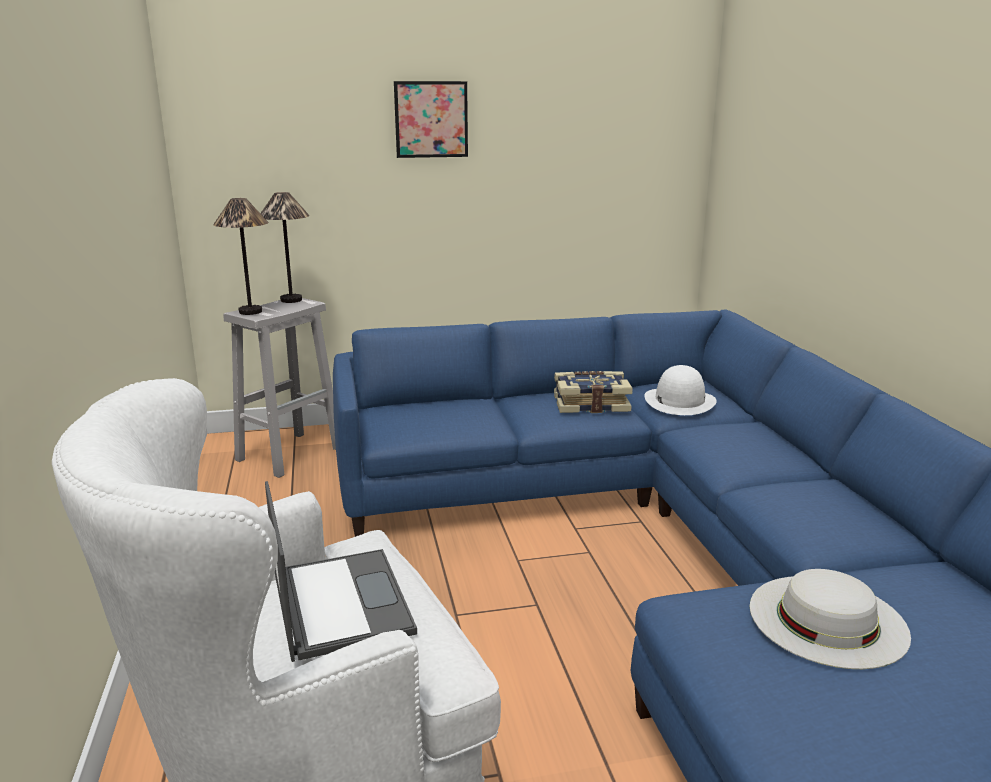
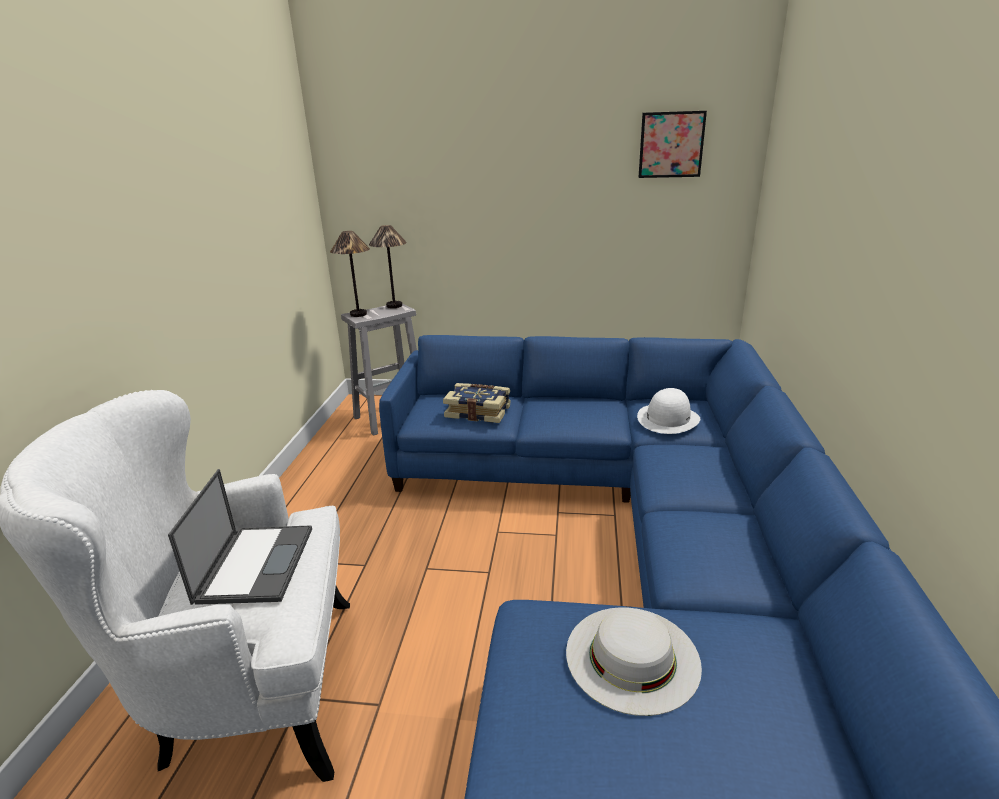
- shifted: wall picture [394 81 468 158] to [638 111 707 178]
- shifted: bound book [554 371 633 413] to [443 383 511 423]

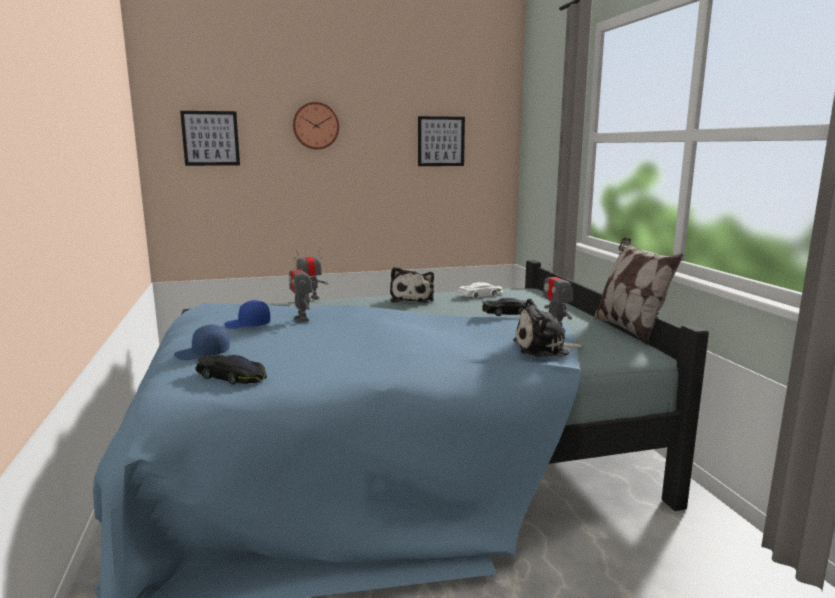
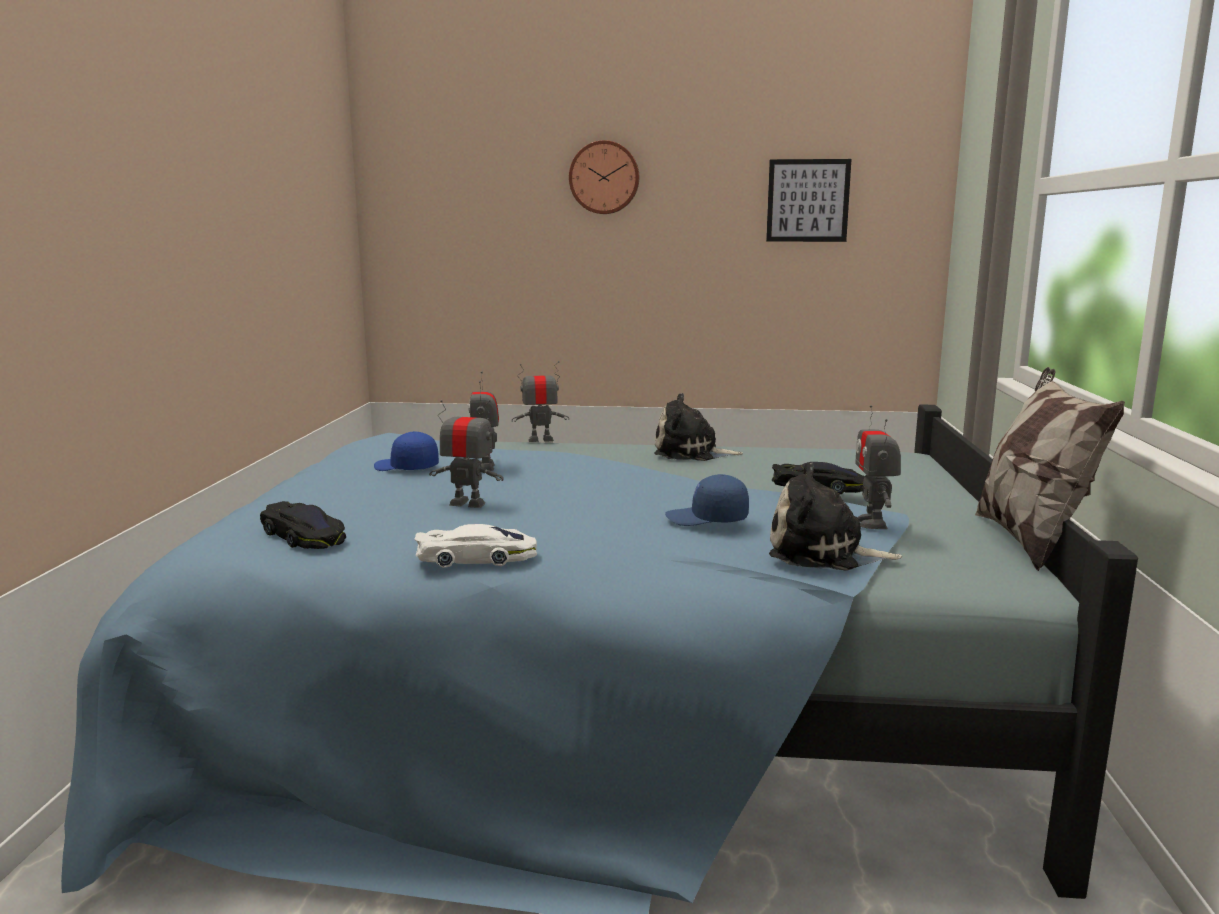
- gone: wall picture [180 111 240 166]
- rotated: cuddly toy [390 267 434 303] = [654 393 743 461] 75 degrees clockwise
- shifted: whitish model car [458 282 503 298] to [415 524 537 568]
- shifted: blue-coloured peaked cap [174 325 230 360] to [665 474 749 526]
- new: toy robot [429 400 504 508]

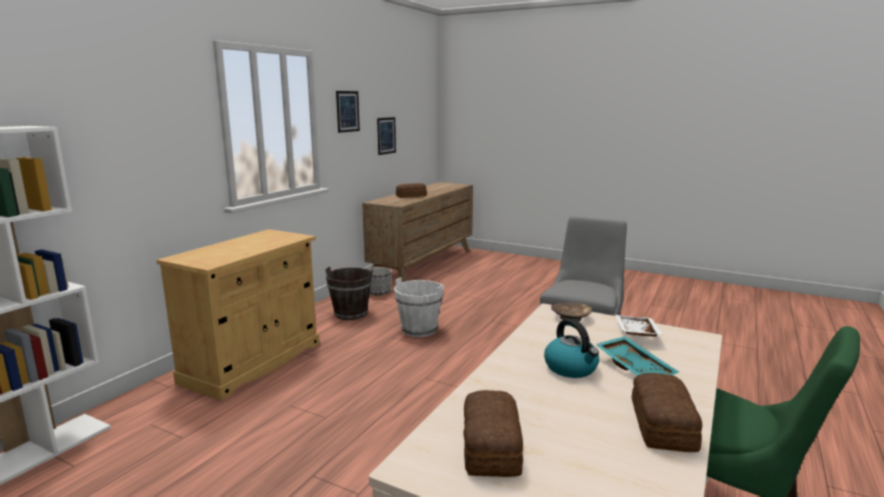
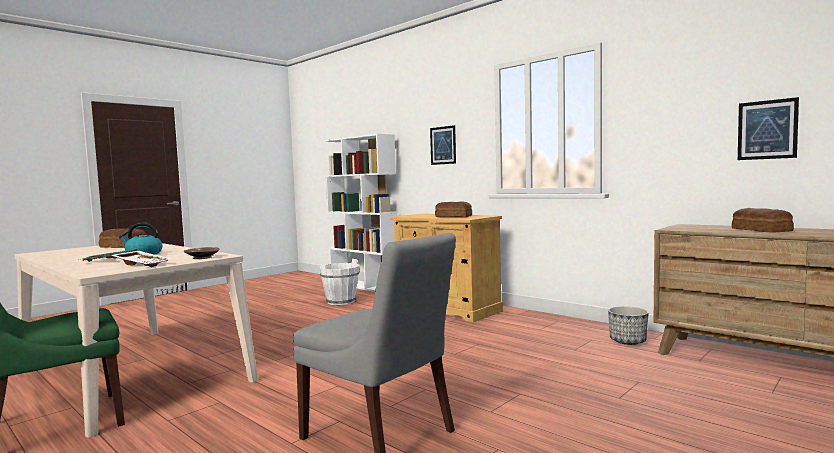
- shifted: wall picture [336 91 360 133] to [430 125 456 165]
- gone: brownish bucket [325 266 373 320]
- shifted: whitish bucket [394 277 444 337] to [319 259 360 305]
- shifted: baked bread [632 373 702 452] to [435 201 472 217]

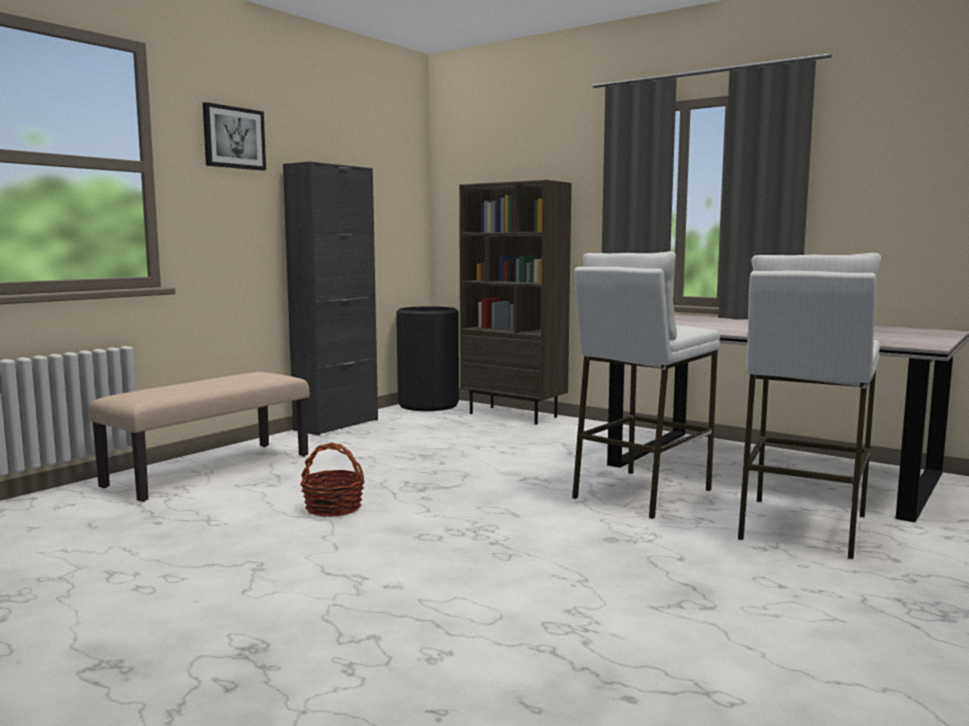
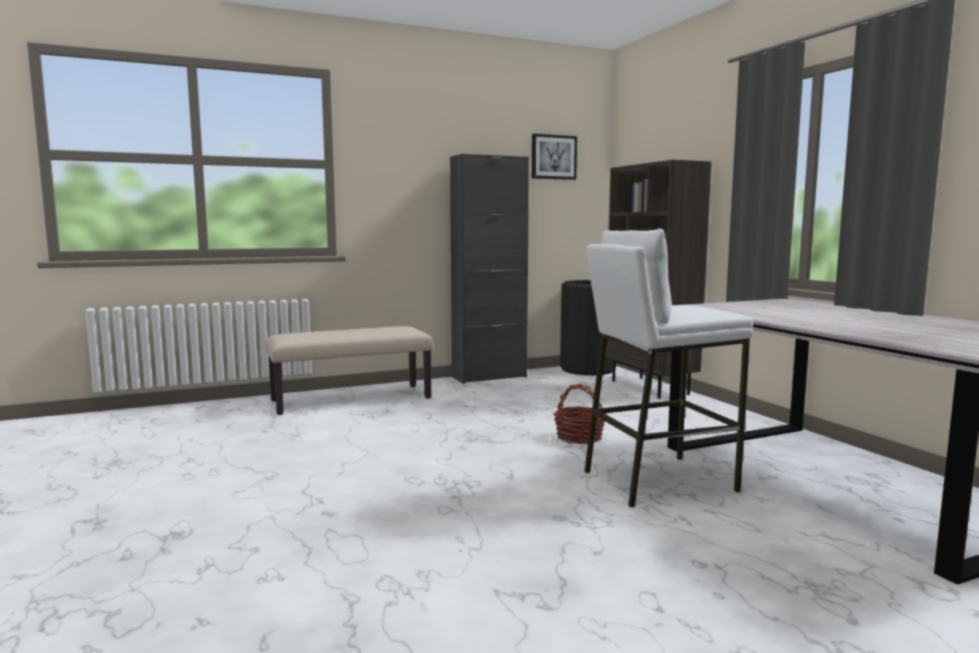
- shifted: wall picture [203 102 266 171] to [532 134 577 180]
- gone: whitish stool [738 253 881 559]
- shifted: storage basket [300 442 365 517] to [554 384 605 444]

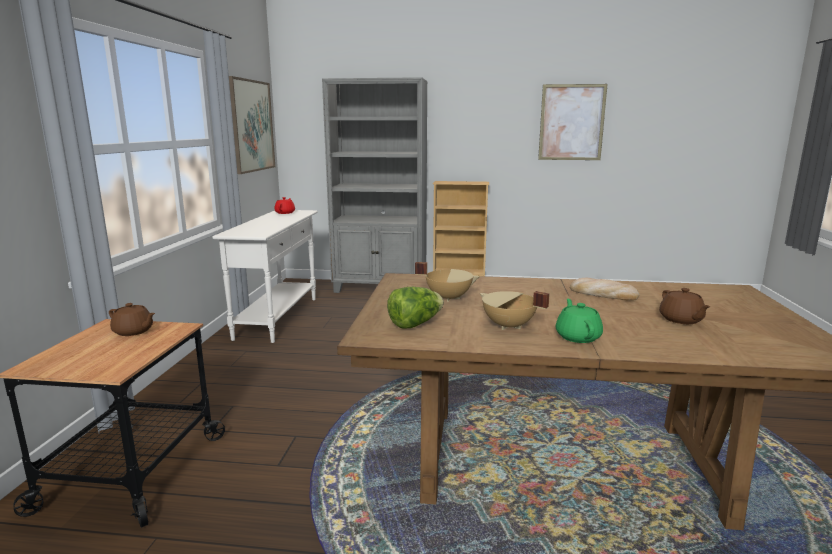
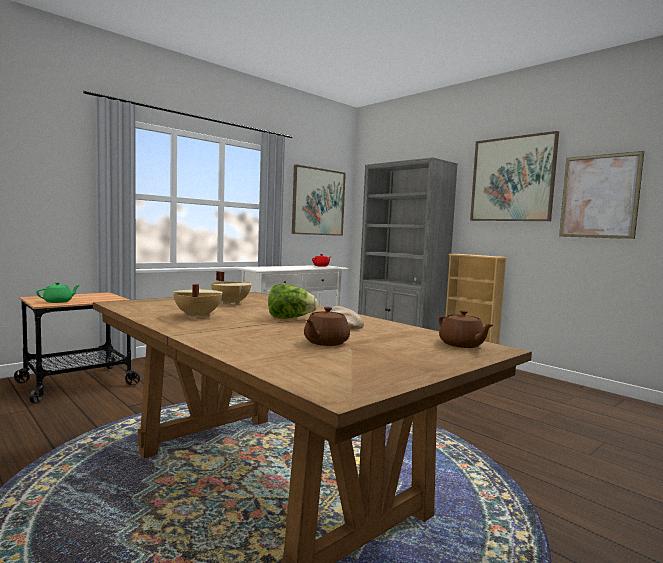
- shifted: lettuce [387 287 444 329] to [268 284 318 319]
- shifted: green teapot [556 299 603 343] to [36 282 80 303]
- shifted: brownish teapot [109 303 155 336] to [439 310 493 348]
- new: wall picture [470 131 559 221]

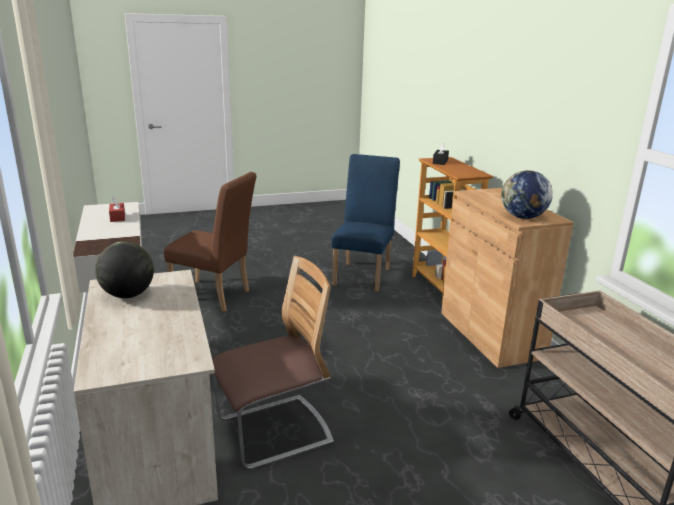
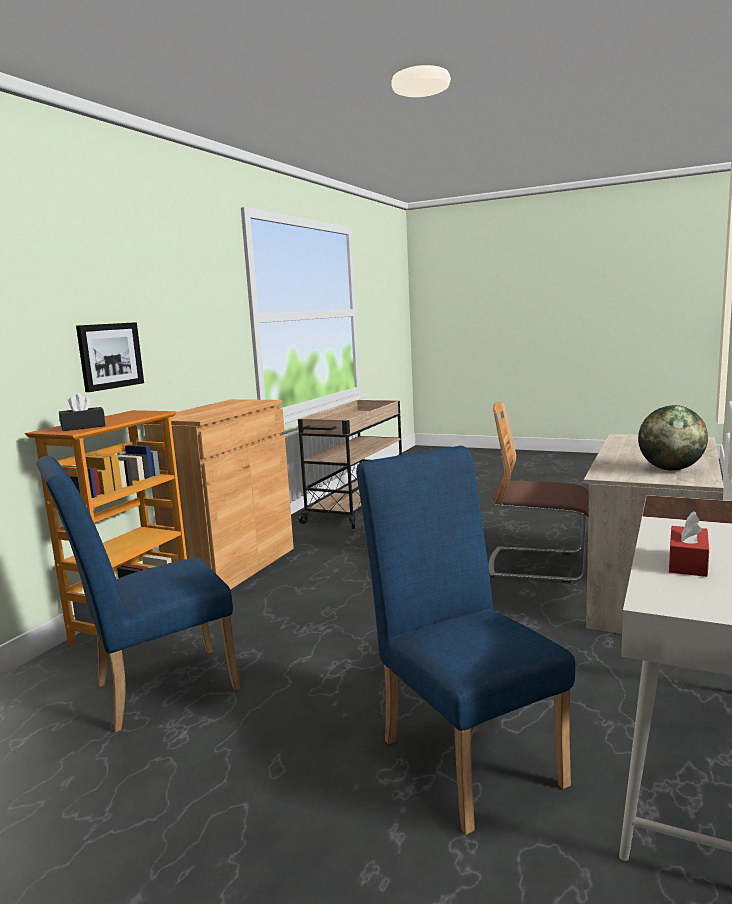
- gone: globe [501 170 553 219]
- repainted: brownish plain chair [164 172 257 312] to blue-coloured plain chair [356 446 575 835]
- new: wall picture [76 322 144 392]

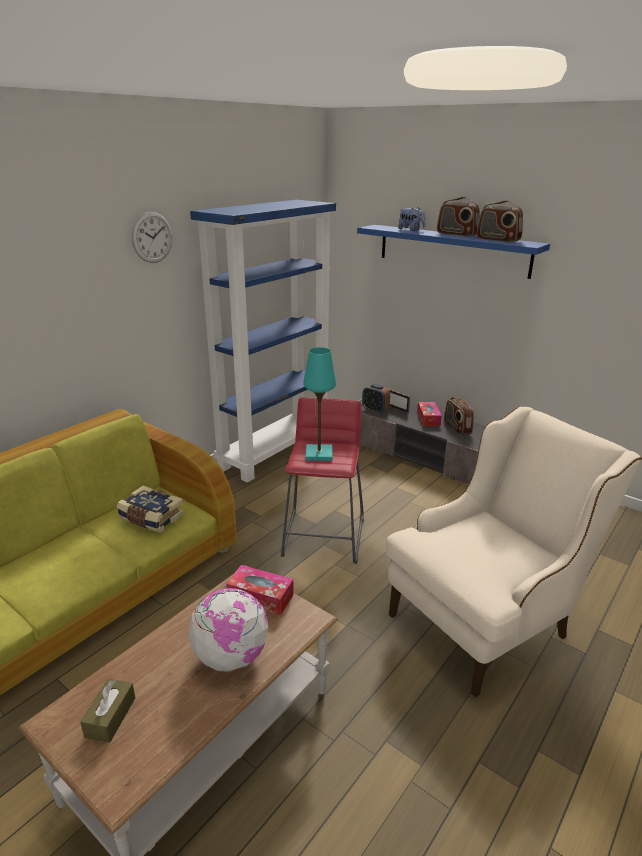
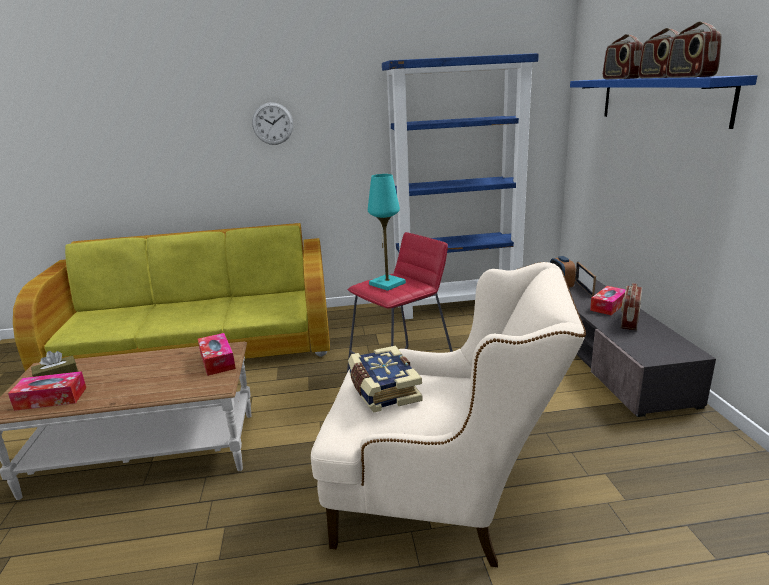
- swapped: cuddly toy [398 207 426 231] to radio set [603 34 643 79]
- shifted: hanging clock [131 212 172 263] to [252 102 293 145]
- shifted: bound book [116 486 185 533] to [348 346 423 412]
- gone: globe [188 588 268 672]
- new: tissue box [8 371 86 411]

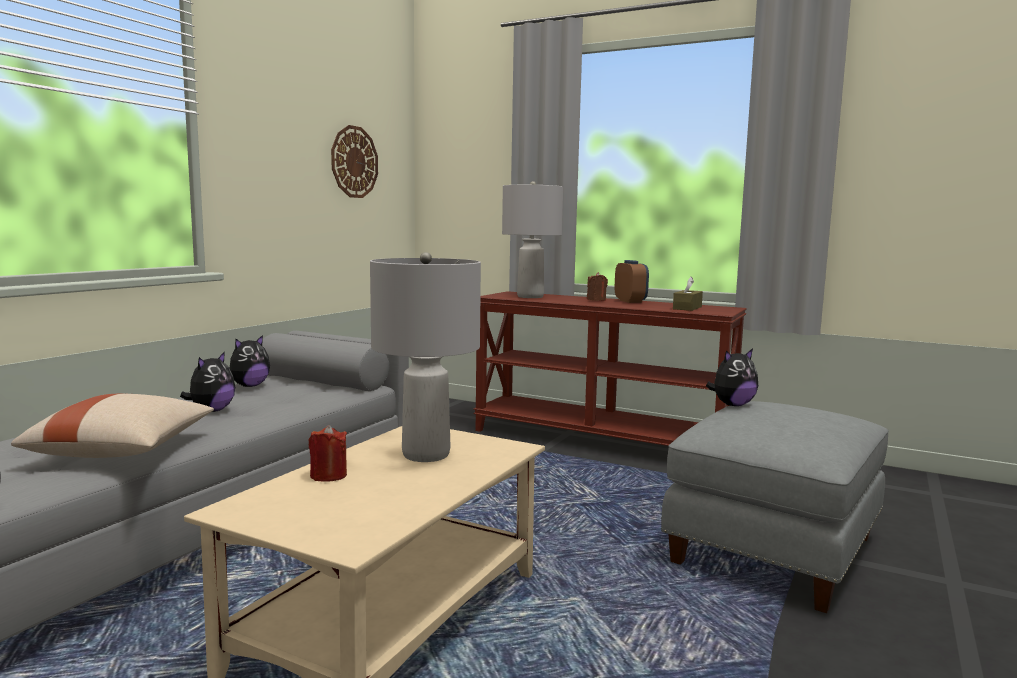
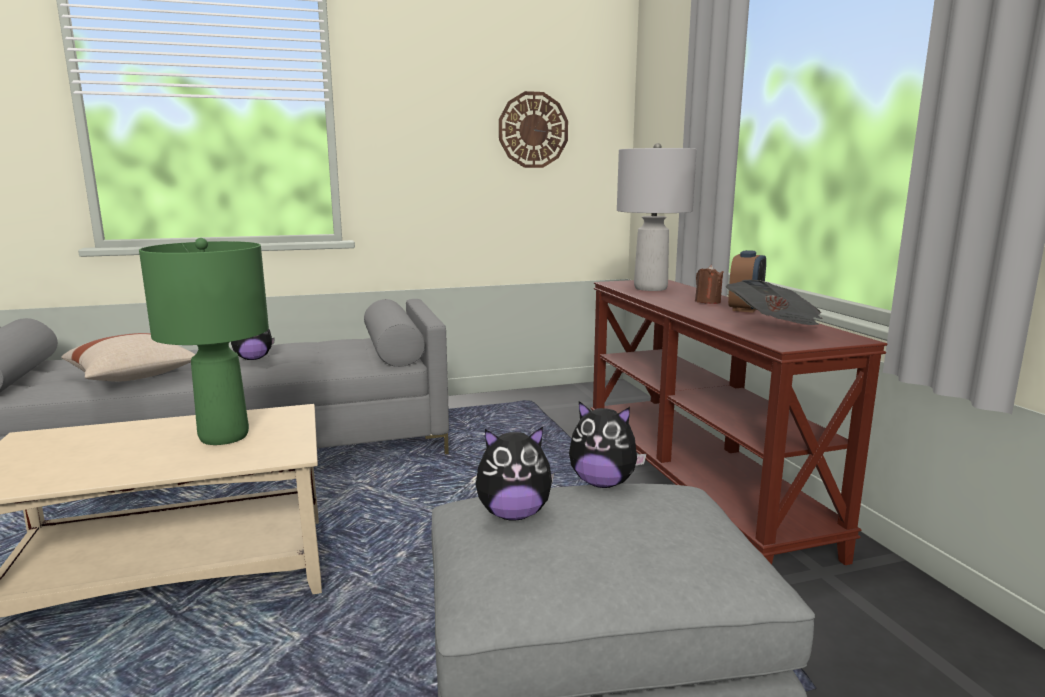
- repainted: gray tabletop lamp [370 252 481 462] to green tabletop lamp [139 238 269 445]
- swapped: brownish tissue box [673 277 703 311] to newspaper [726 280 822 325]
- shifted: cuddly toy [229 335 270 387] to [476 427 554 521]
- gone: red-coloured wax candle [309 425 347 482]

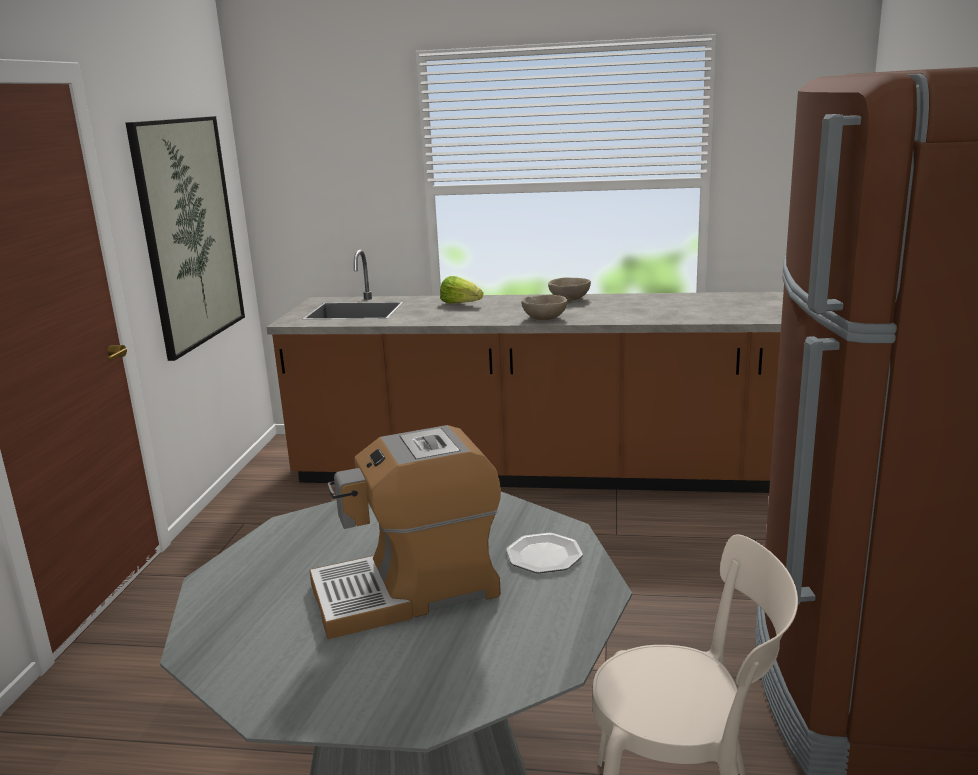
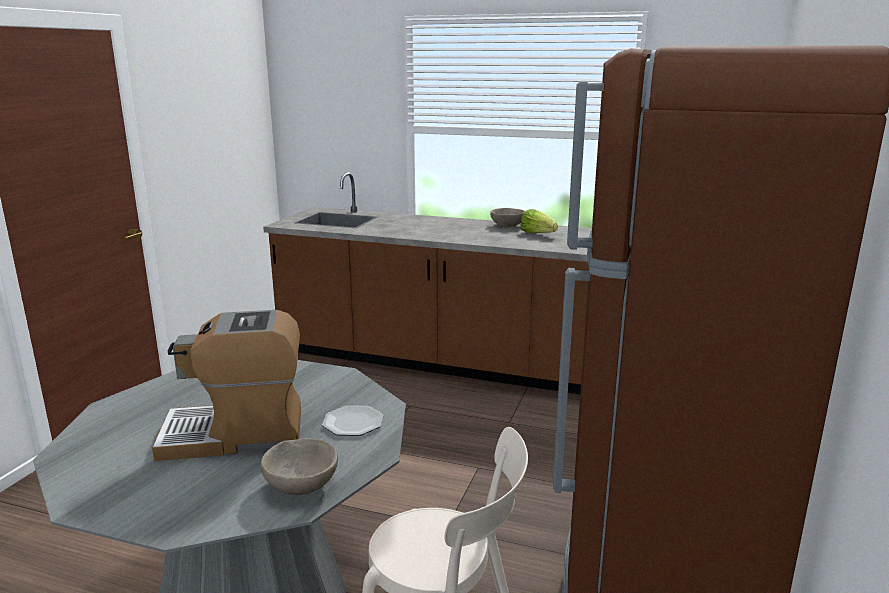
- gone: wall picture [126 116 245 361]
- shifted: lettuce [440 276 483 303] to [520 209 558 233]
- shifted: beige bowl [522 295 567 320] to [261 438 338 495]

